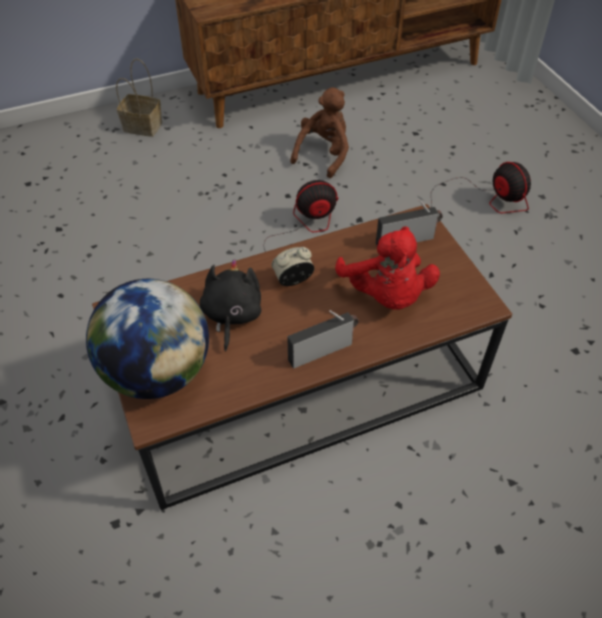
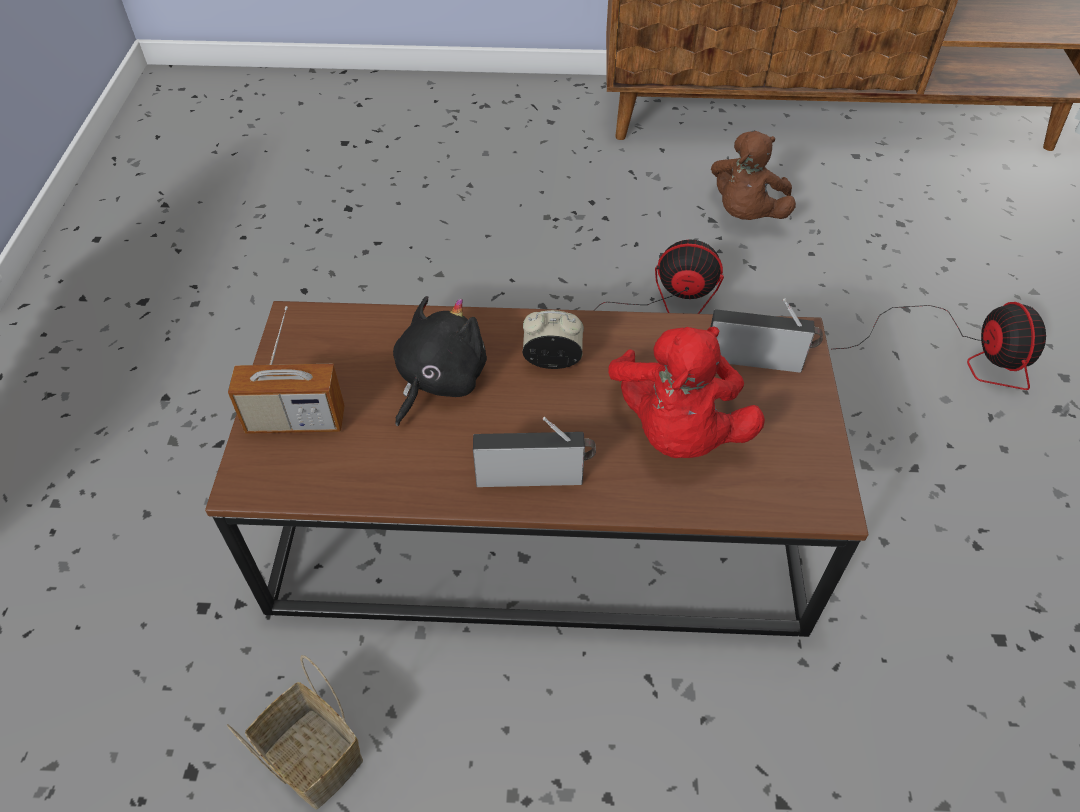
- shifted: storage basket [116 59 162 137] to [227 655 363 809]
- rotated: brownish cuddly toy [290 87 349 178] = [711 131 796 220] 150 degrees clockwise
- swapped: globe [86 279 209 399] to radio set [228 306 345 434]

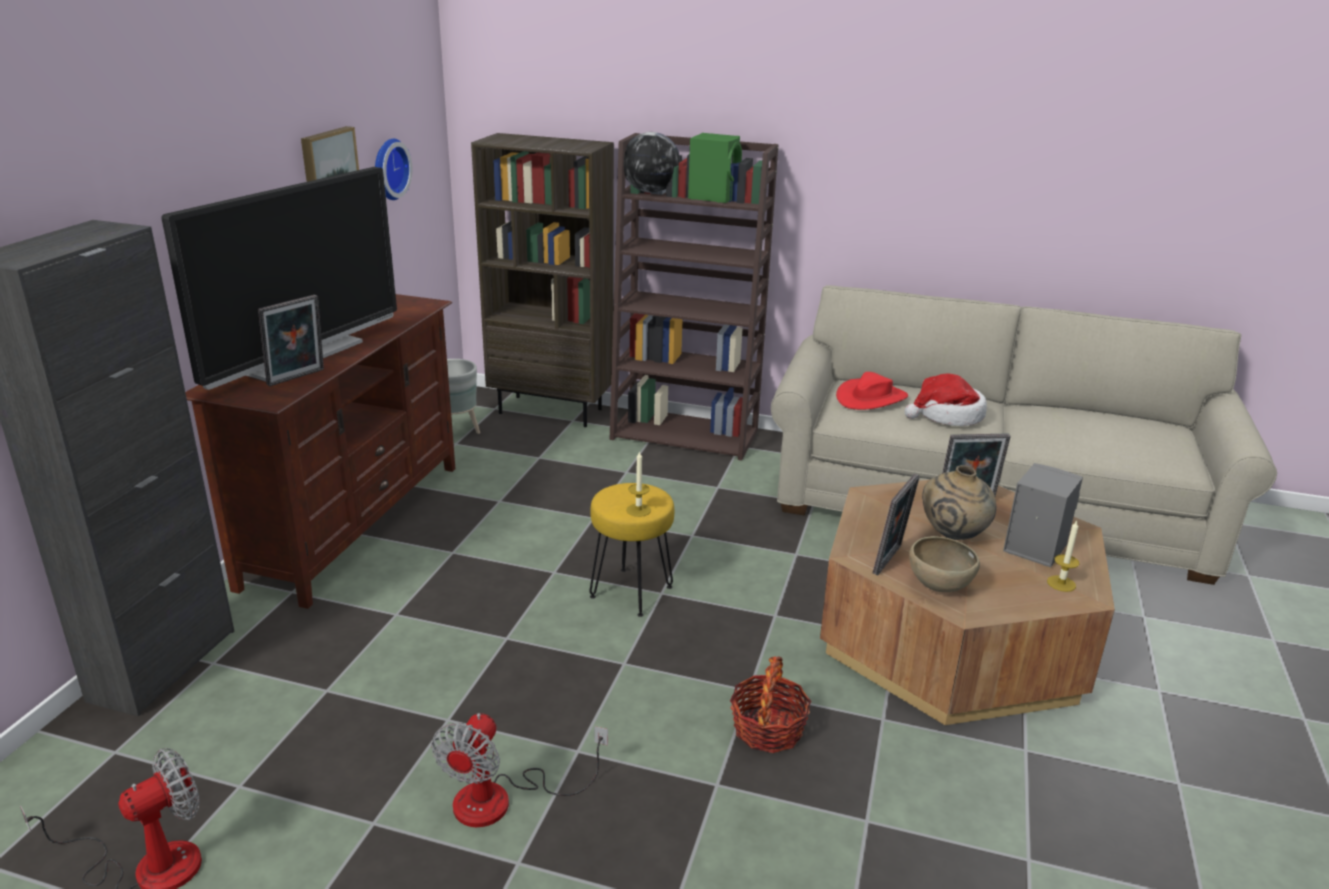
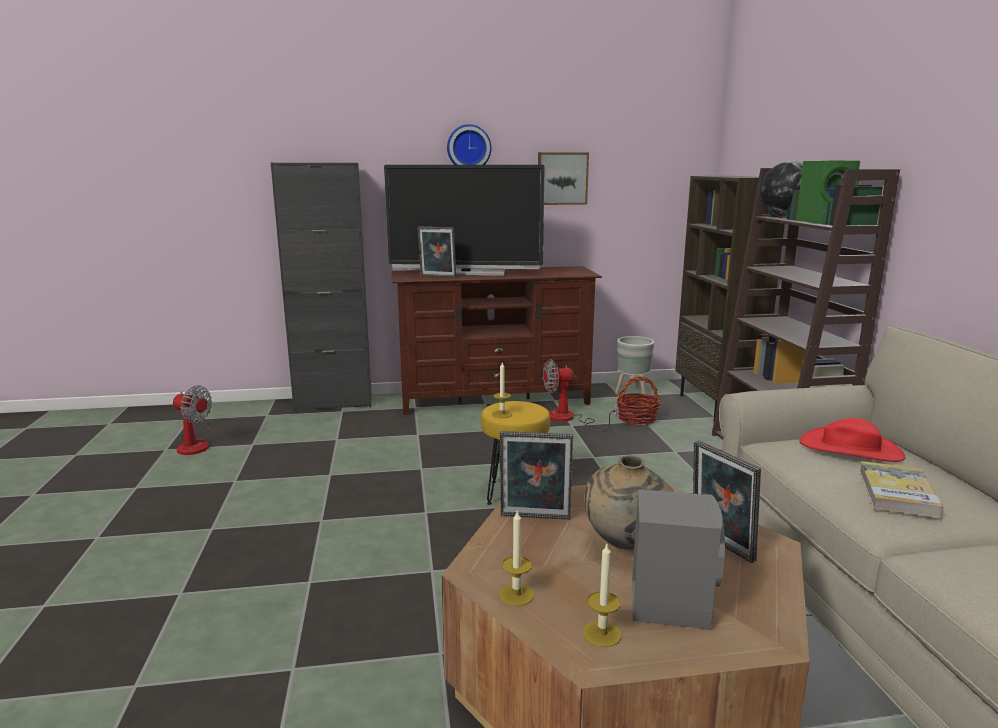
- shifted: hanging clock [375 139 412 200] to [447 124 492 165]
- swapped: clothing hat [905 373 987 426] to bound book [859 461 944 518]
- gone: brownish bowl [909 536 980 592]
- shifted: storage basket [730 656 811 753] to [617 376 660 426]
- shifted: cooling fan [431 713 608 827] to [543 359 617 432]
- new: wax candle [499 510 534 606]

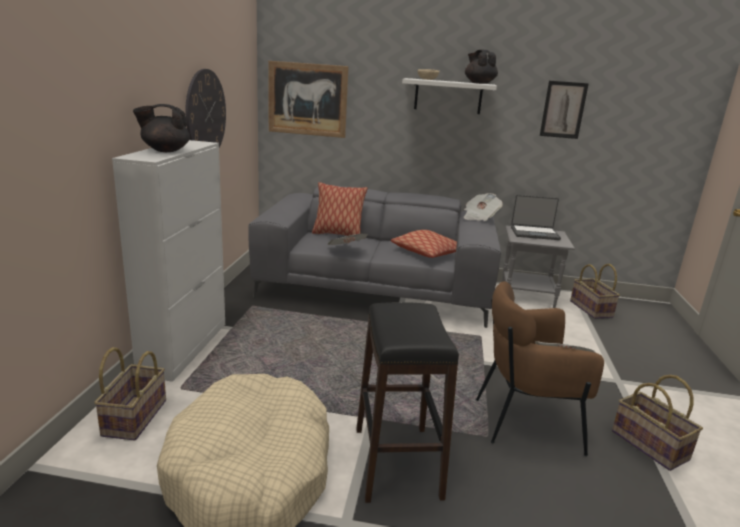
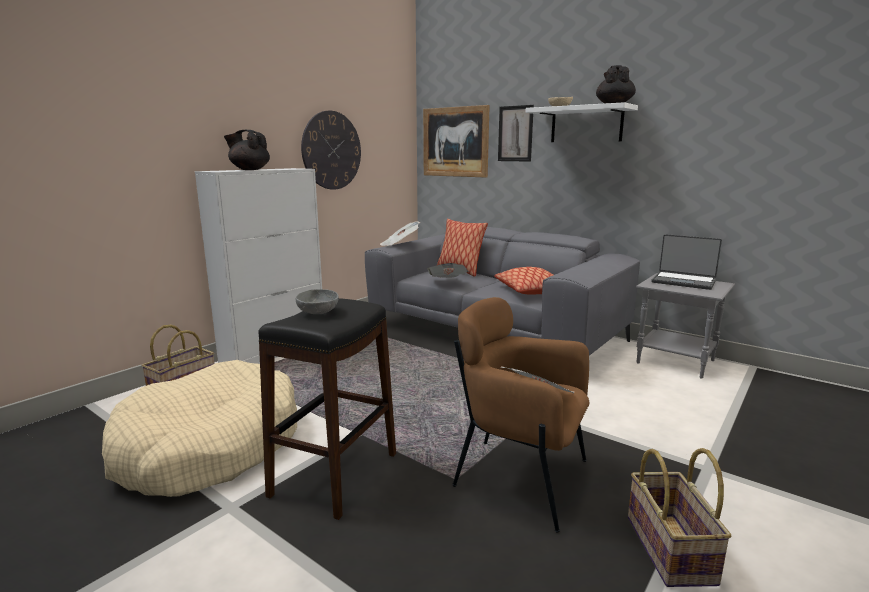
- shifted: wall picture [540 81 589 139] to [498 105 534 162]
- shifted: newspaper [464 193 503 221] to [380 221 420 246]
- gone: storage basket [570 264 620 319]
- new: gray bowl [295 289 339 314]

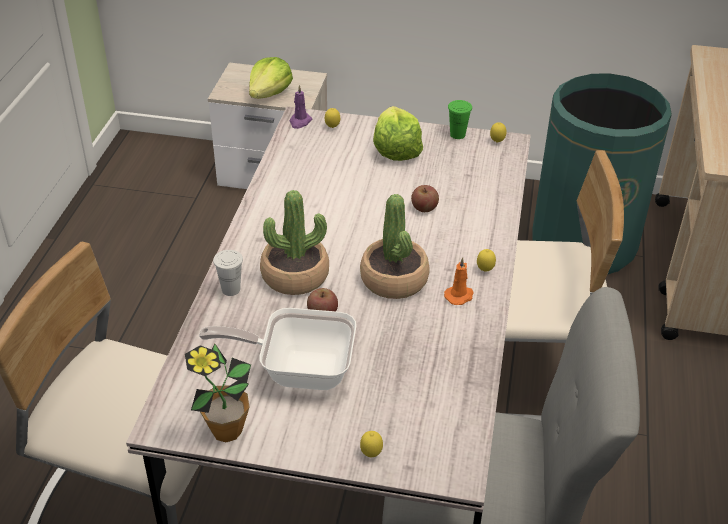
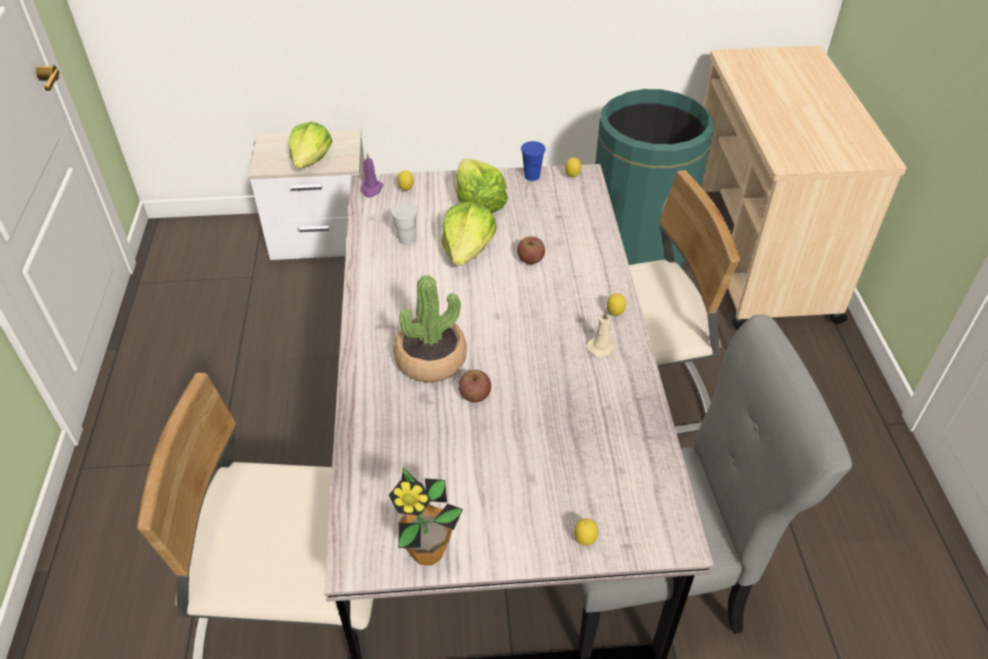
- repainted: green small cup [448 100 472 139] to blue-coloured small cup [521 141 546 181]
- gone: potted plant [360 194 430 299]
- shifted: whitish small cup [213 250 243 296] to [391 203 418 245]
- repainted: orangey wax candle [444 257 474 305] to beige wax candle [586 310 616 358]
- gone: skillet [199 308 356 390]
- new: lettuce [441 201 497 266]

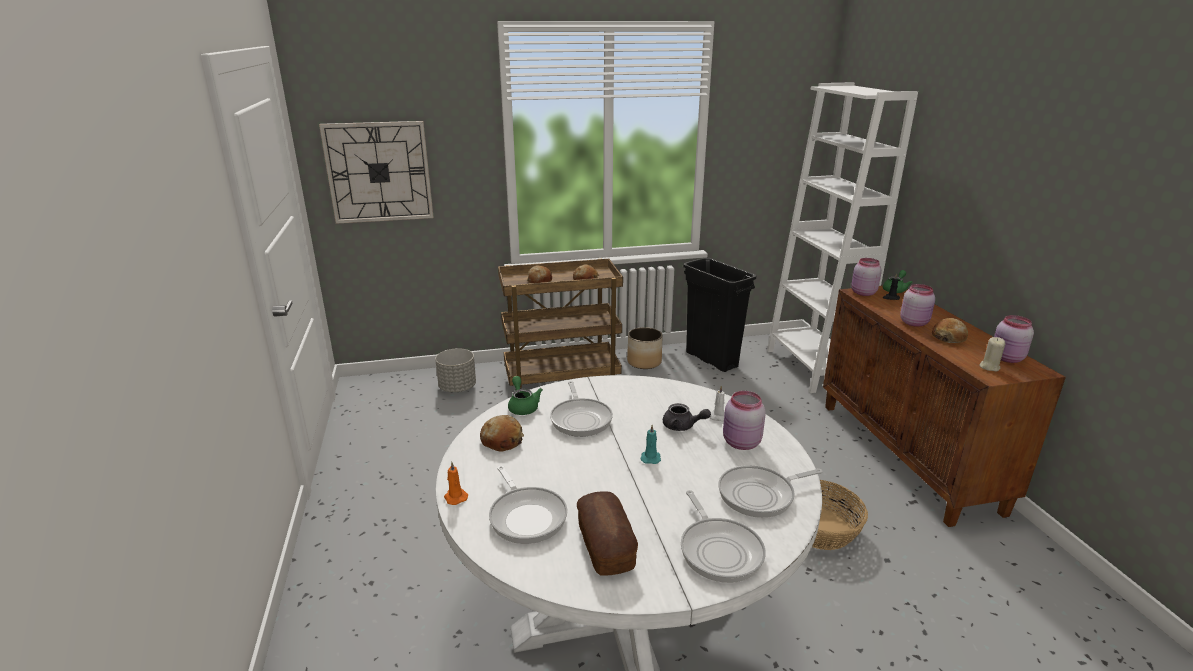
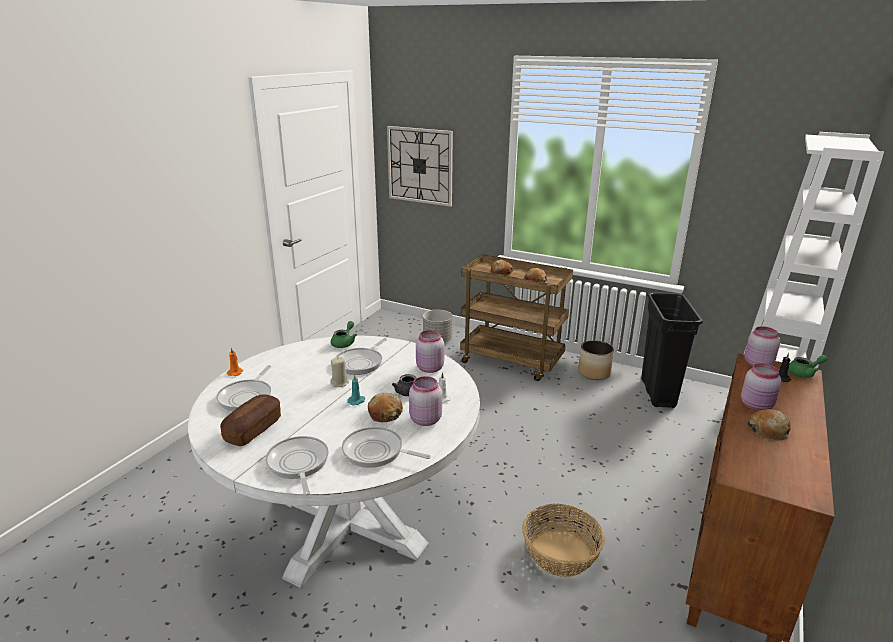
- shifted: pinkish storage jar [994 315 1034 363] to [416 330 444 373]
- shifted: beige wax candle [979 337 1005 371] to [330 356 349 387]
- shifted: baked bread [480 415 524 451] to [368 393 403 422]
- rotated: skillet [681 490 766 583] = [266 436 329 495] 135 degrees clockwise

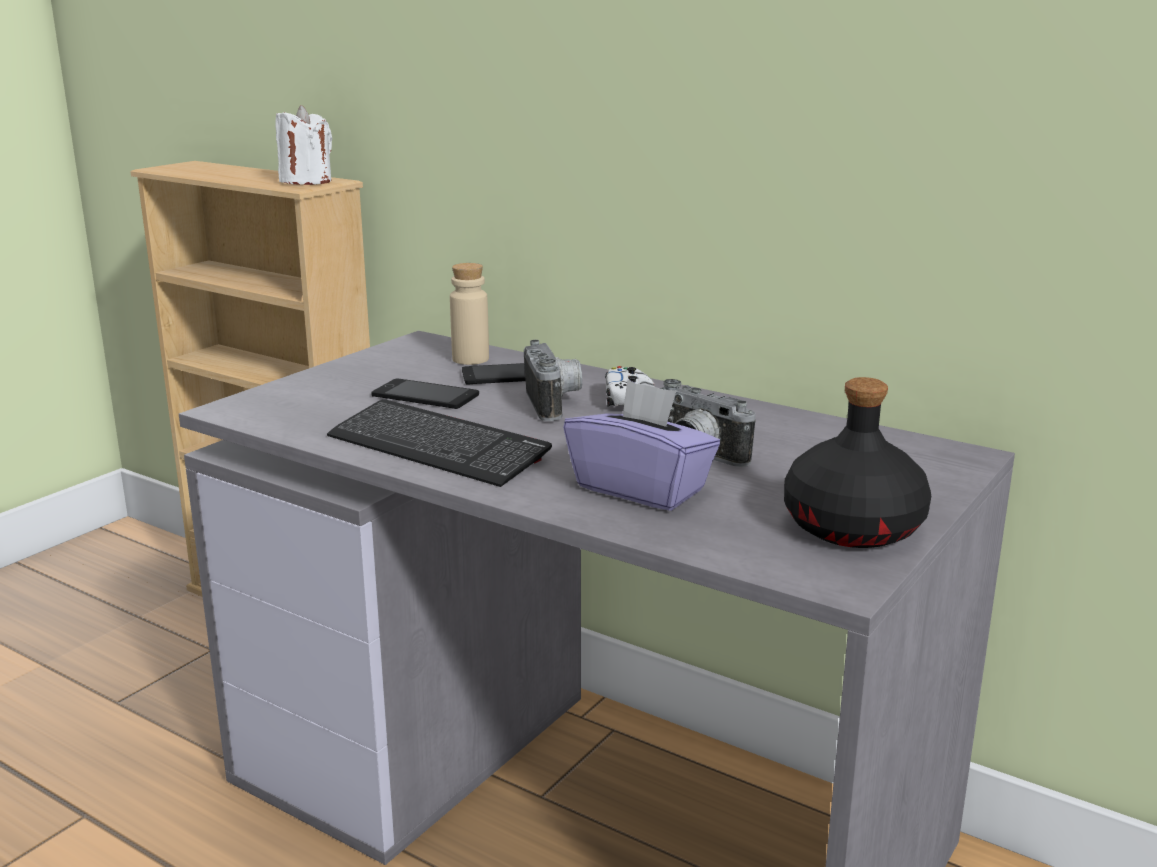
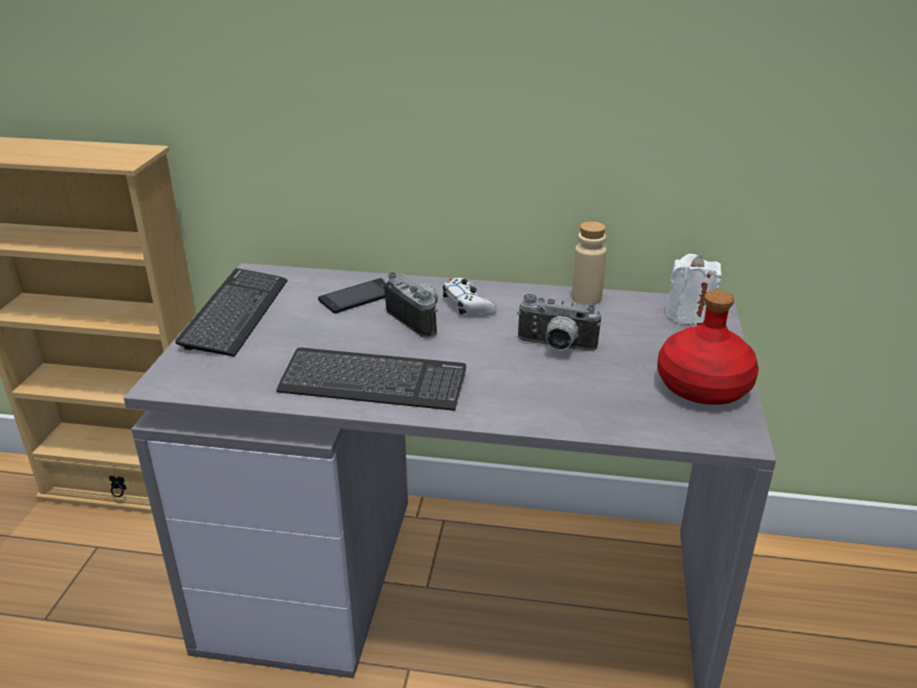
- shifted: whitish wax candle [276 105 332 185] to [666 254 722 325]
- shifted: beige beverage bottle [450 263 489 365] to [572 221 607 305]
- repainted: blackish beverage bottle [784 377 931 548] to red-coloured beverage bottle [657 290 759 405]
- gone: phone [371 378 479 409]
- gone: purple tissue box [563 380 720 511]
- new: computer keyboard [175 268 288 357]

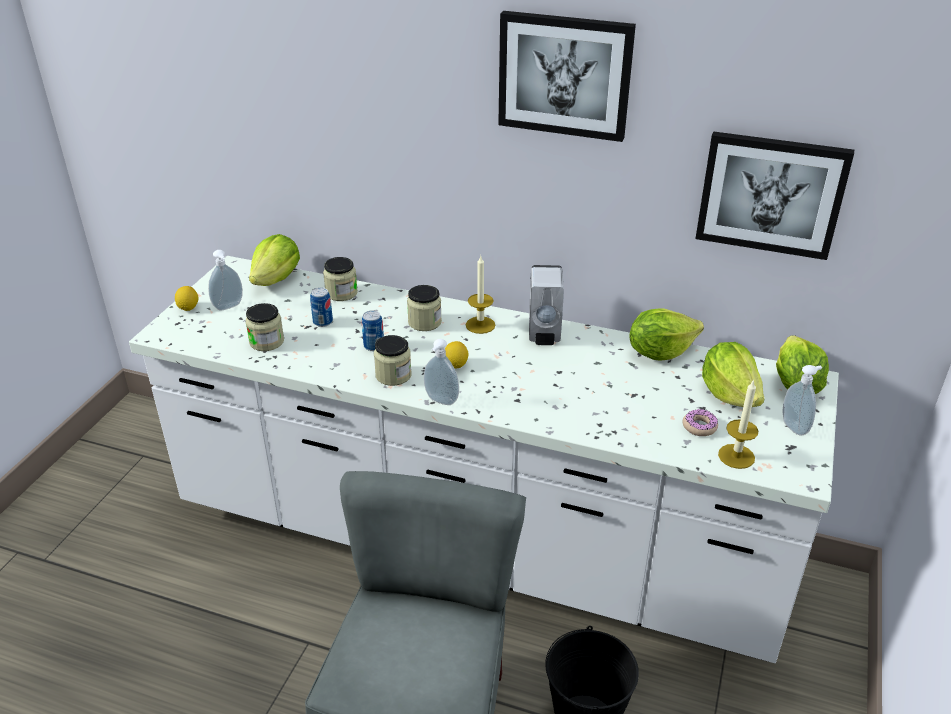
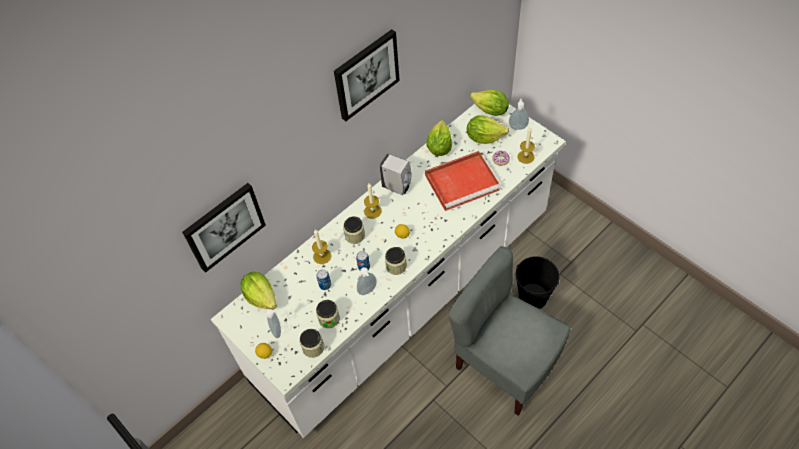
- shifted: wall picture [695 131 854 260] to [182 183 266 273]
- shifted: storage jar [323 257 358 301] to [300 329 324 358]
- shifted: soap dispenser [424 339 459 405] to [357 267 377 295]
- new: red-coloured carrying tray [425 151 501 211]
- new: wax candle [312 229 331 264]

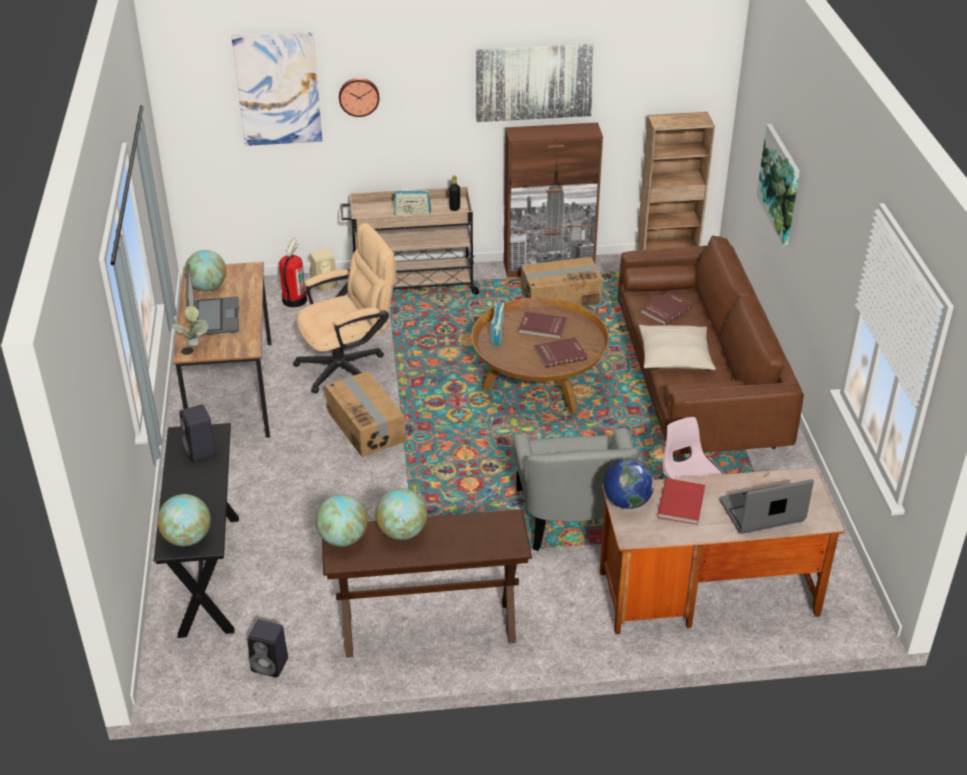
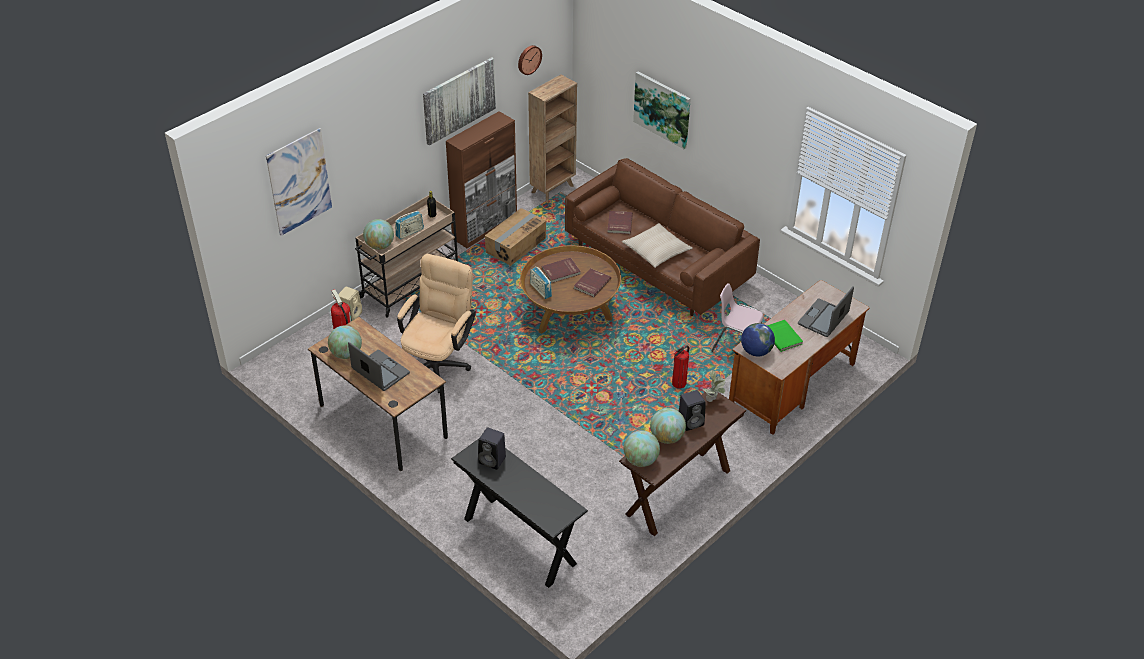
- shifted: hanging clock [339 78 379 117] to [518 45 542 75]
- shifted: potted plant [172 306 208 347] to [703 370 726 402]
- gone: packing box [325 371 406 457]
- swapped: gray easy chair [513 428 639 551] to extinguisher [672 345 689 388]
- repainted: red-coloured bound book [657 478 705 525] to green bound book [767 320 803 352]
- shifted: globe [157 494 211 546] to [363 219 394 250]
- shifted: blackish speaker [248 620 288 678] to [679 390 706 431]

